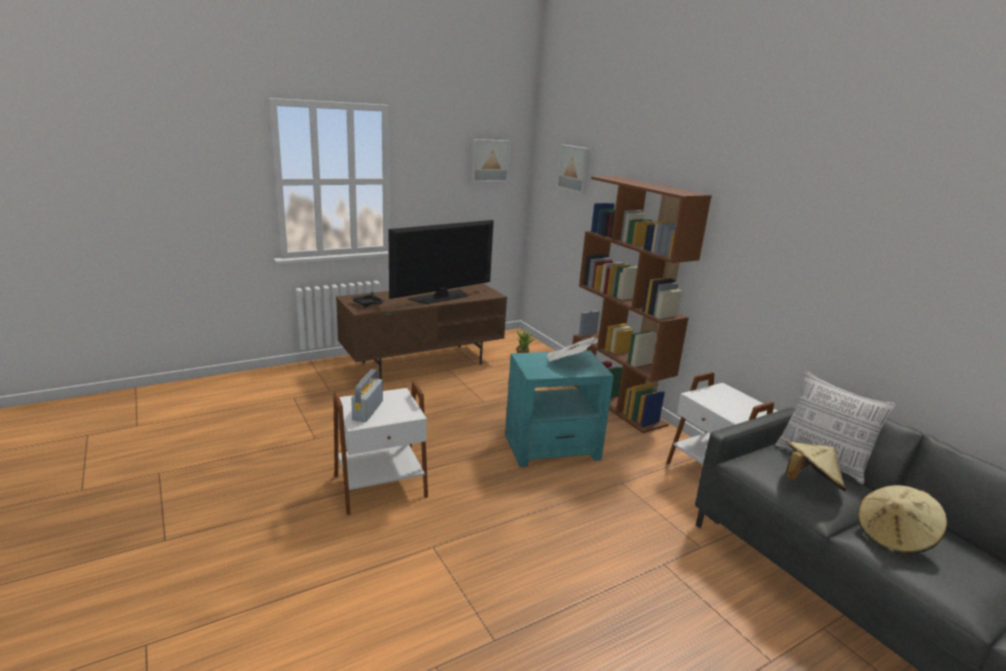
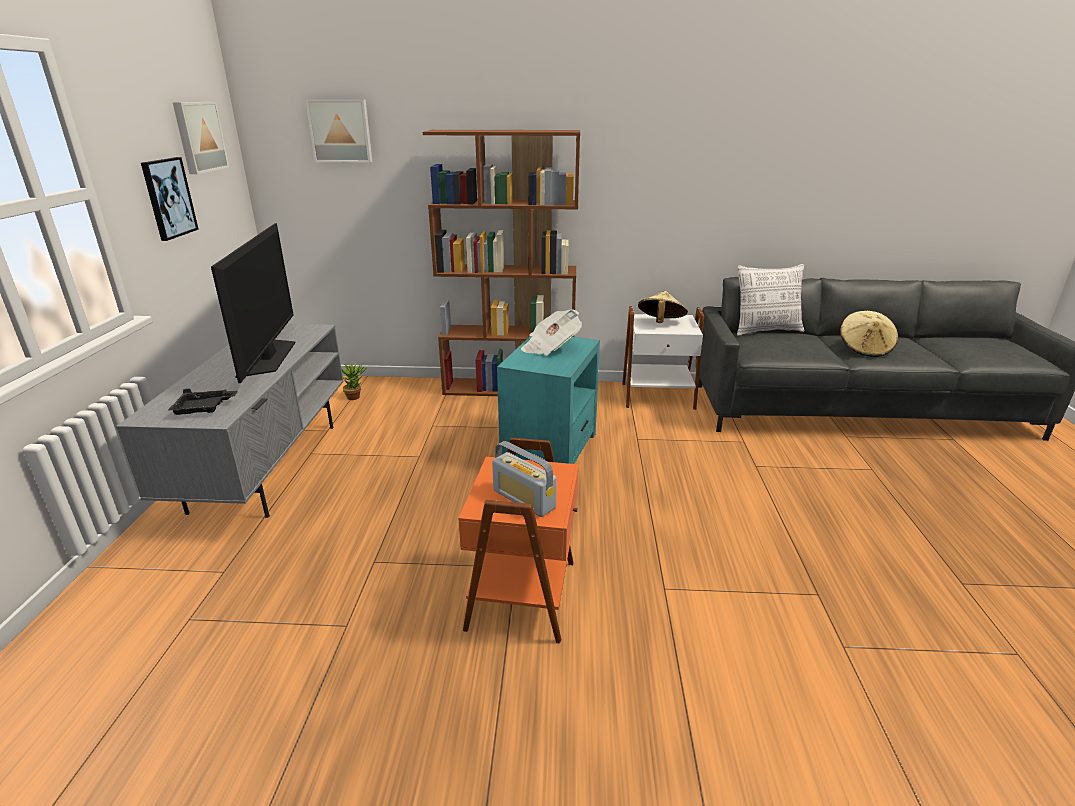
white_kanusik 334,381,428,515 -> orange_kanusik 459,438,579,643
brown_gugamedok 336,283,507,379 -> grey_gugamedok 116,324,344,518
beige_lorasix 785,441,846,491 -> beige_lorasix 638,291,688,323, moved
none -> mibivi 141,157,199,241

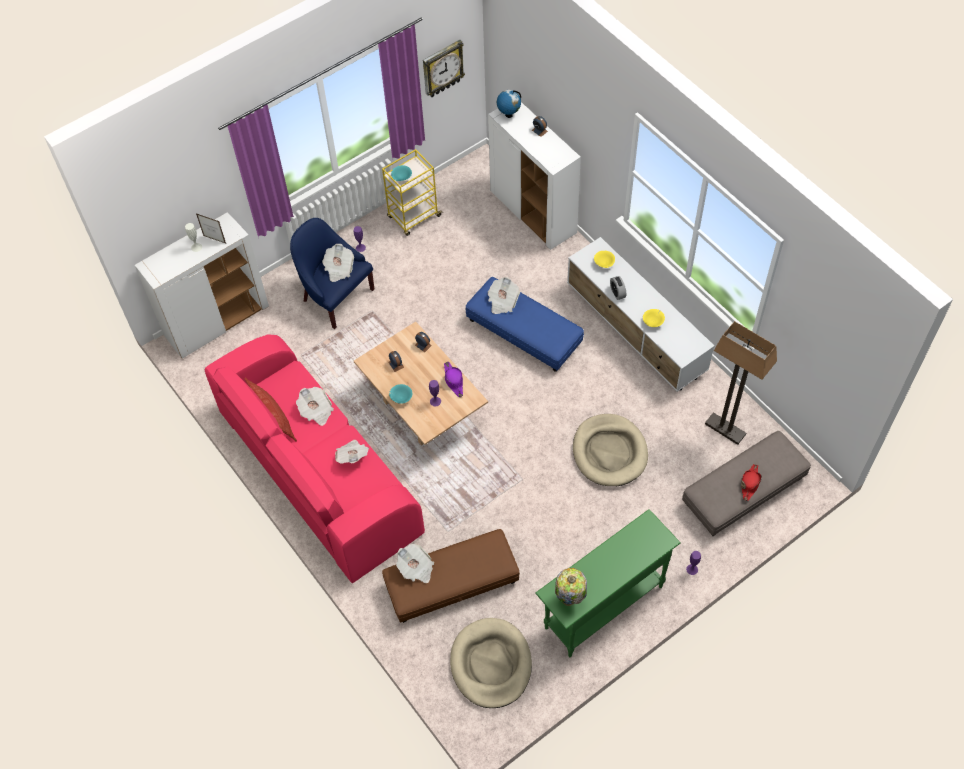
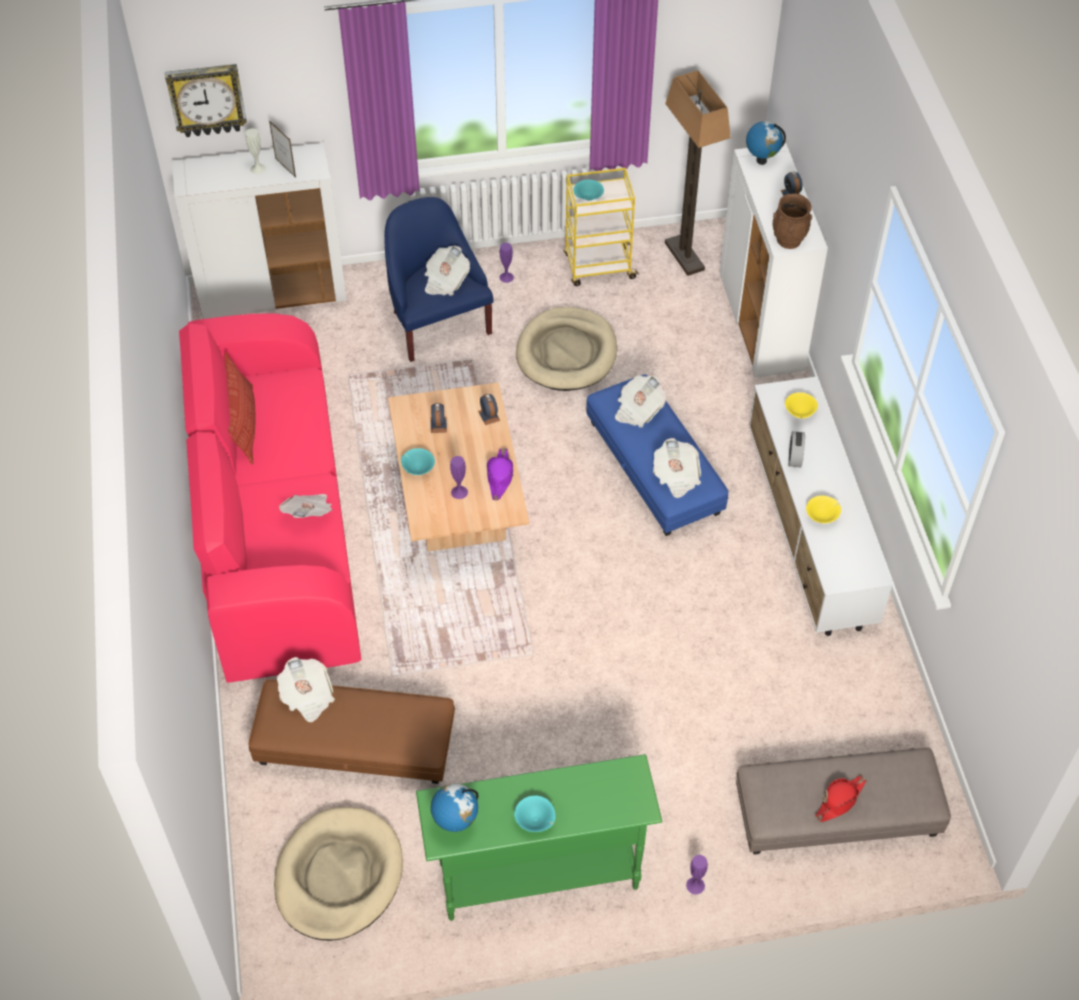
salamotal 296,387,334,426 -> salamotal 653,438,701,498, moved
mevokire 423,40,465,97 -> mevokire 165,64,247,137, moved
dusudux 555,568,587,606 -> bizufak 431,784,478,832
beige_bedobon 573,414,648,486 -> beige_bedobon 516,307,617,391, moved
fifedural 705,321,777,445 -> fifedural 665,70,731,276, moved
none -> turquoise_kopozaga 514,795,556,832
none -> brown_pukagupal 772,194,812,249

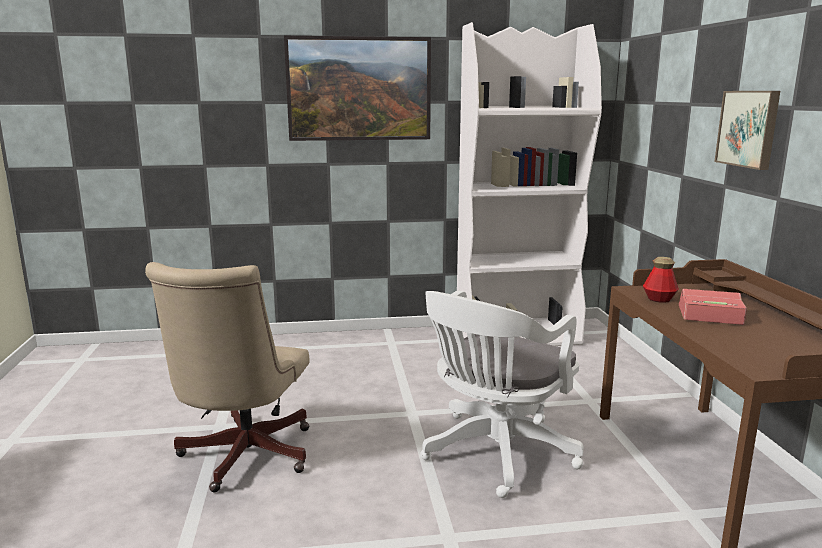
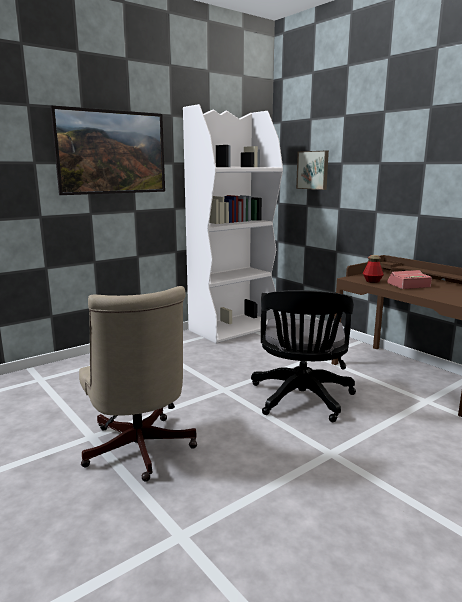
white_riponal 420,290,584,498 -> black_riponal 251,290,356,422
mibivi 714,91,780,170 -> mibivi 296,151,329,190, moved

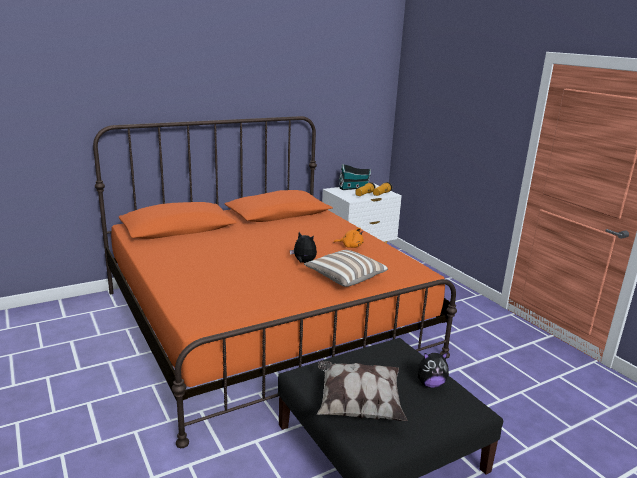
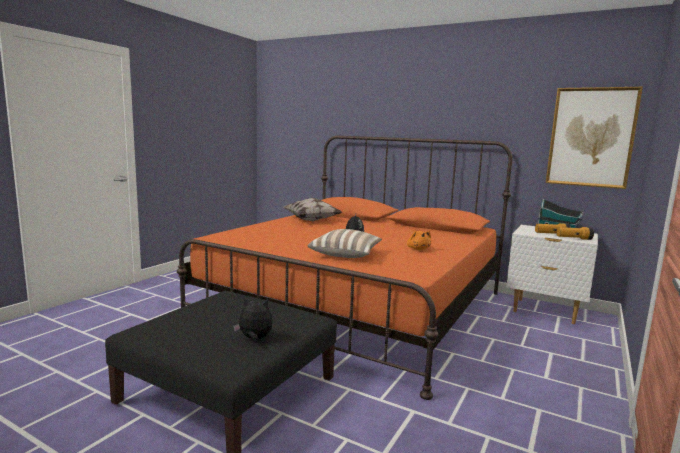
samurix 317,361,408,421 -> samurix 283,198,342,222, moved
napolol 418,352,449,388 -> napolol 233,297,273,340, 135 degrees clockwise
none -> mibivi 546,87,643,189

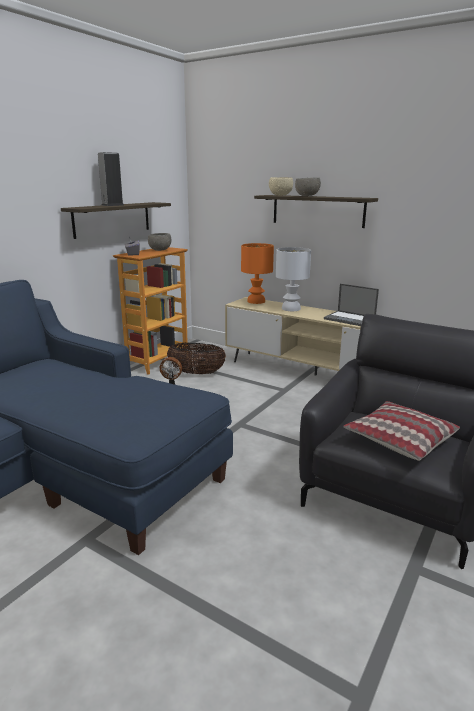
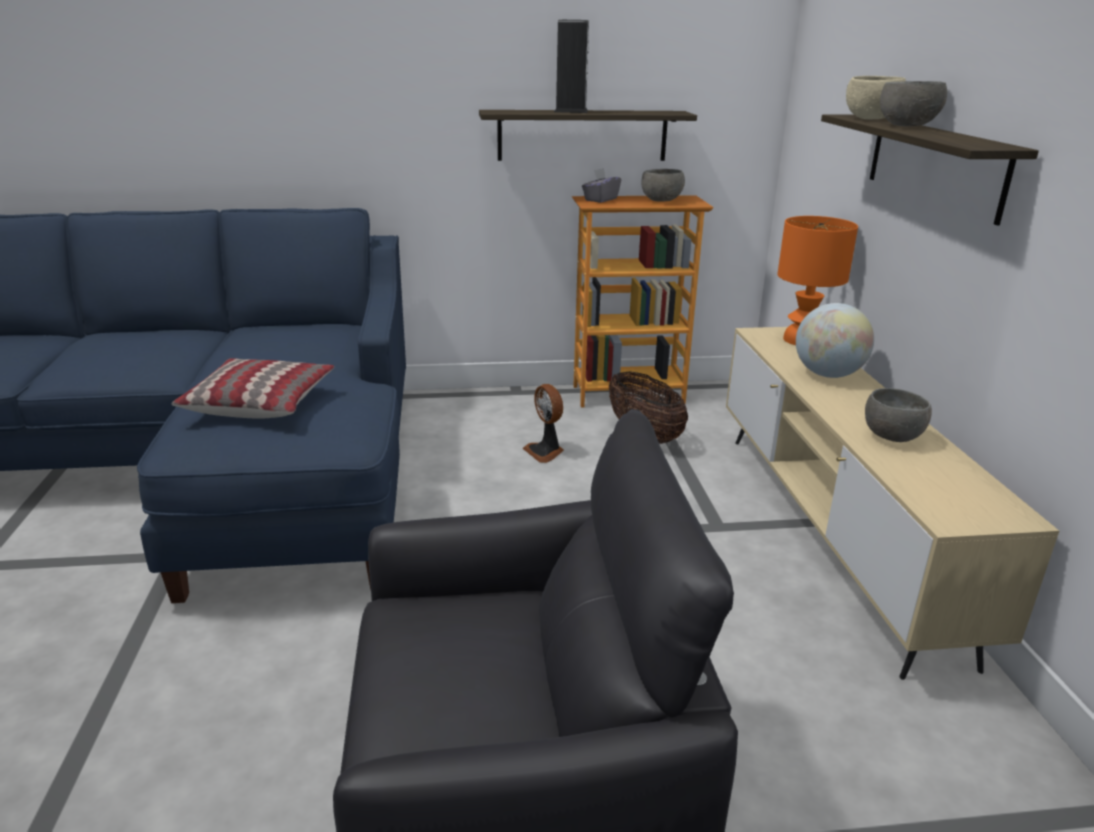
white_dusudux 276,247,311,311 -> bizufak 796,303,874,378
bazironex 324,284,379,326 -> grey_kopozaga 865,388,932,442
samurix 343,401,460,461 -> samurix 171,358,334,419, moved

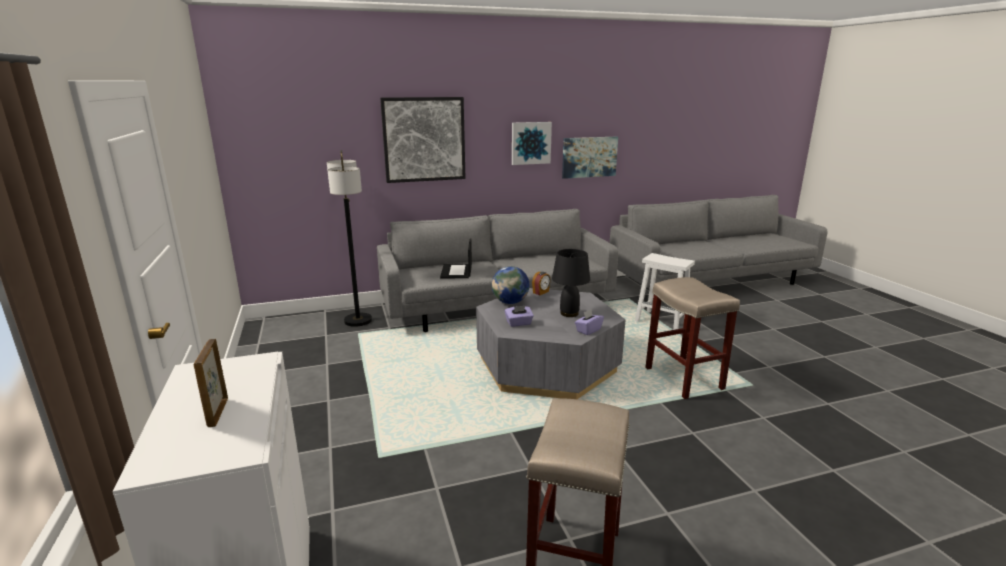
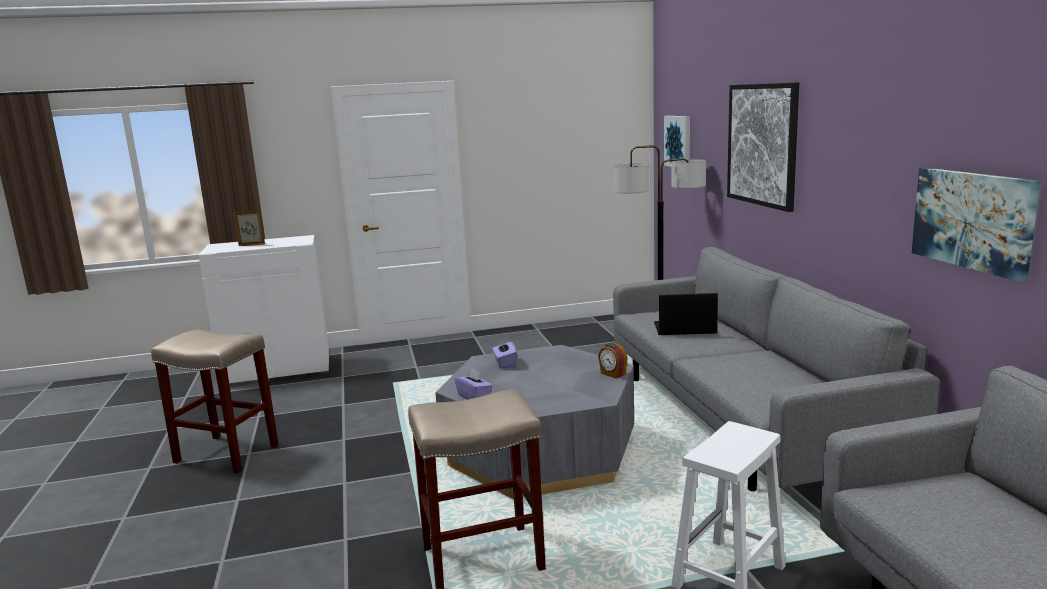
bizufak 492,266,529,304 -> none
mibivi 512,122,552,165 -> mibivi 664,116,690,167, moved
black_dusudux 552,249,590,317 -> none

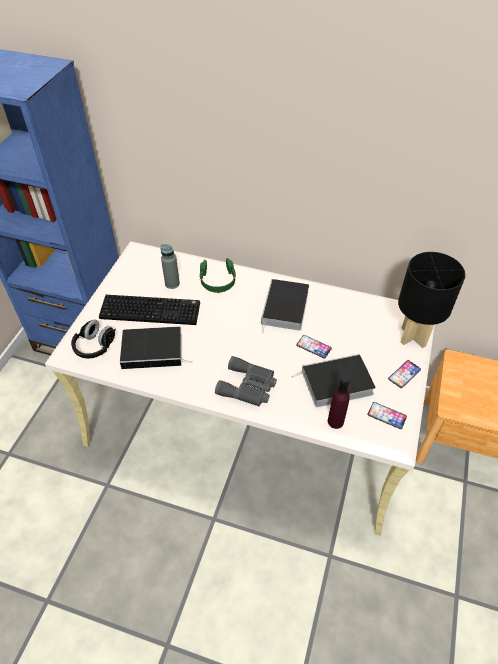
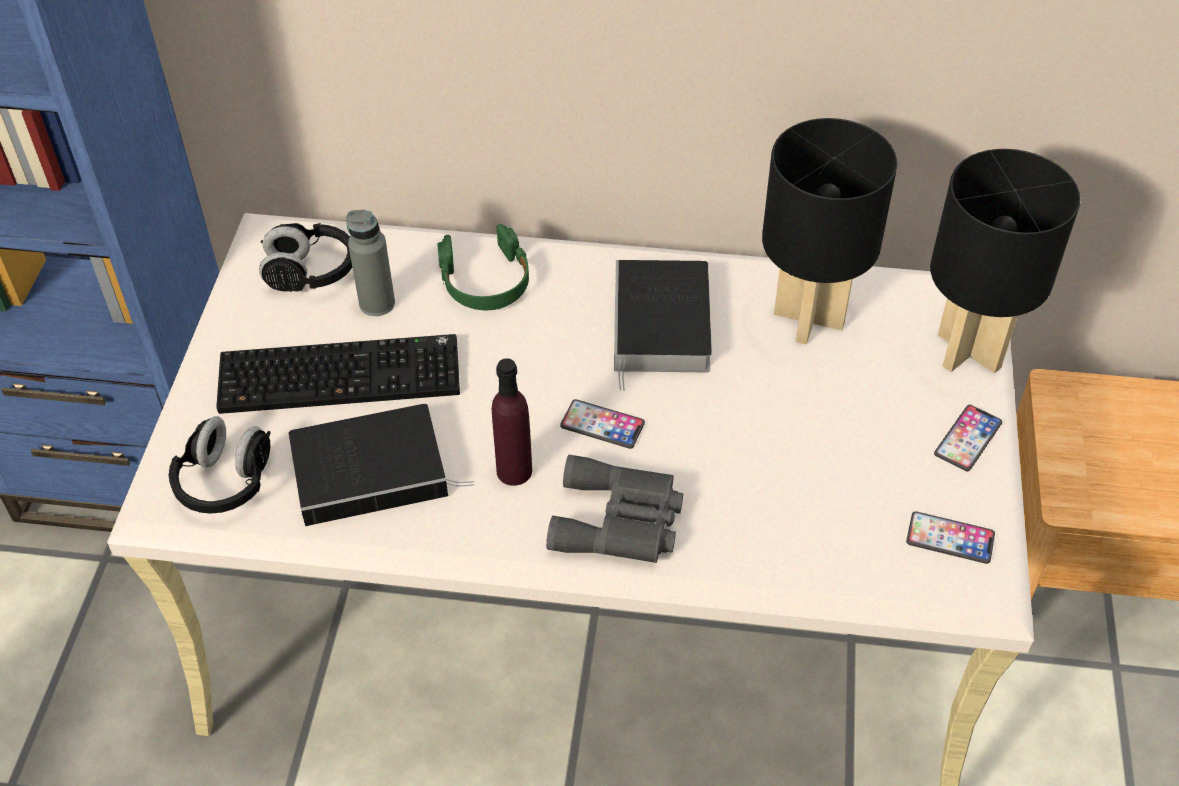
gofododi 292,354,376,407 -> none
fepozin 296,335,332,359 -> fepozin 560,399,645,449, moved
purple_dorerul 328,376,350,429 -> purple_dorerul 492,358,532,486, moved
none -> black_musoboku 259,223,352,292
none -> black_dusudux 762,118,897,344

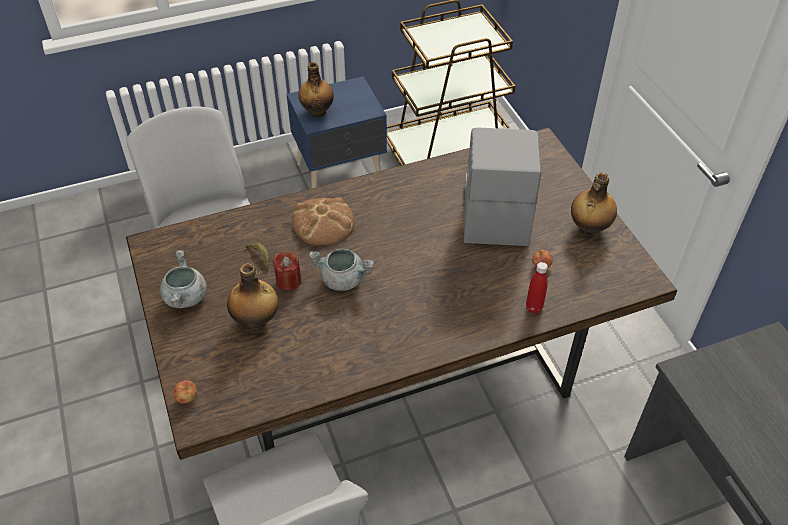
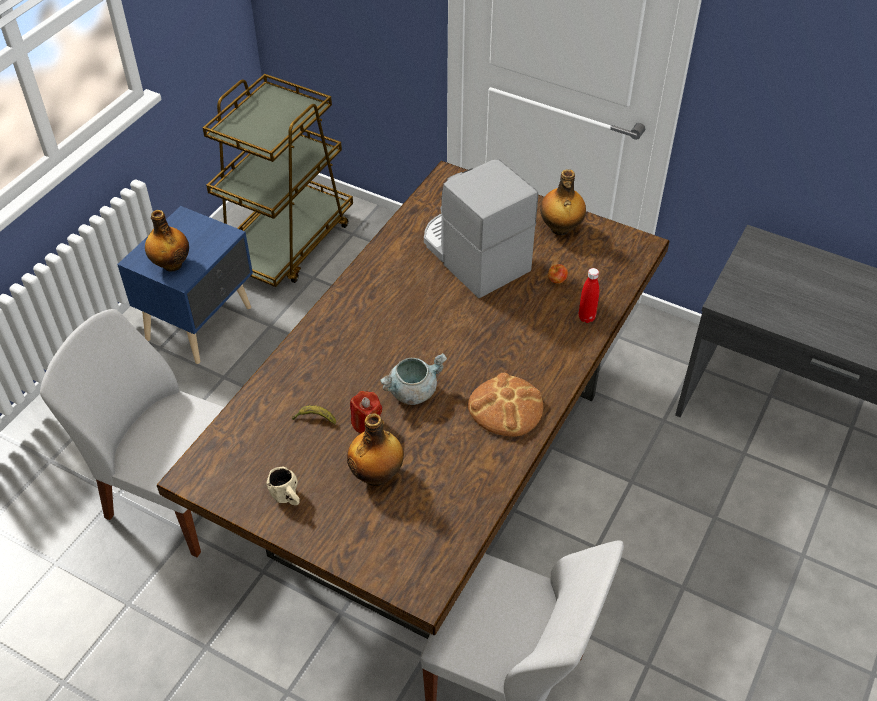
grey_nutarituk 160,250,207,308 -> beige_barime 267,466,300,505
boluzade 173,380,197,404 -> none
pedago 292,197,355,245 -> pedago 468,373,543,437, moved

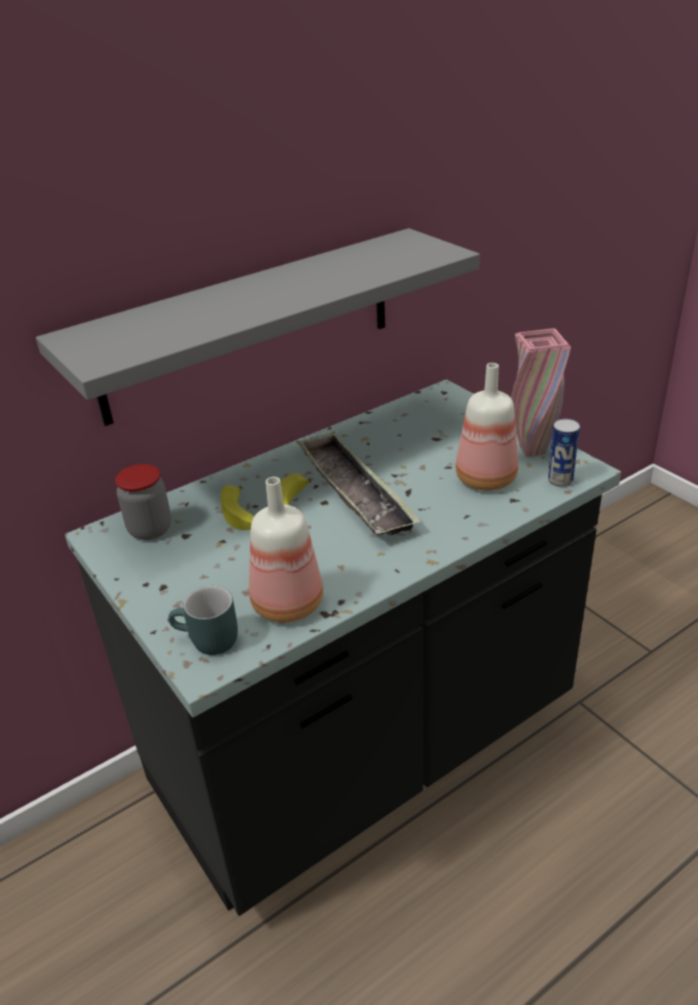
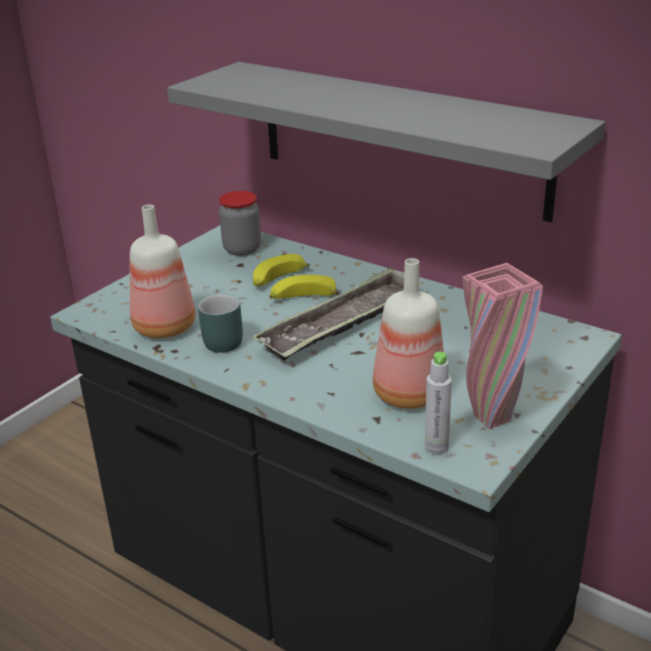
turquoise_barime 168,586,238,655 -> turquoise_barime 198,294,243,353, moved
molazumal 548,419,580,487 -> grey_dorerul 425,352,452,454

